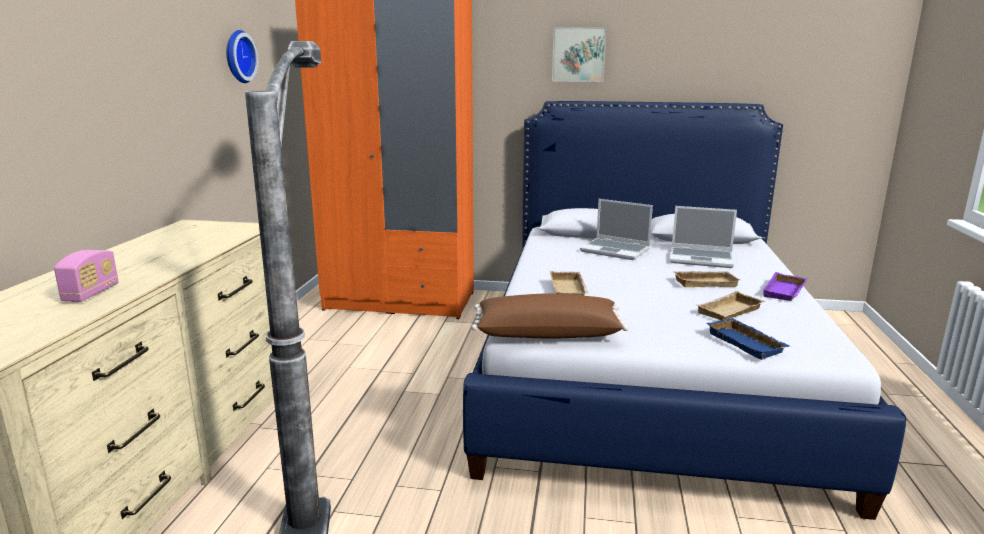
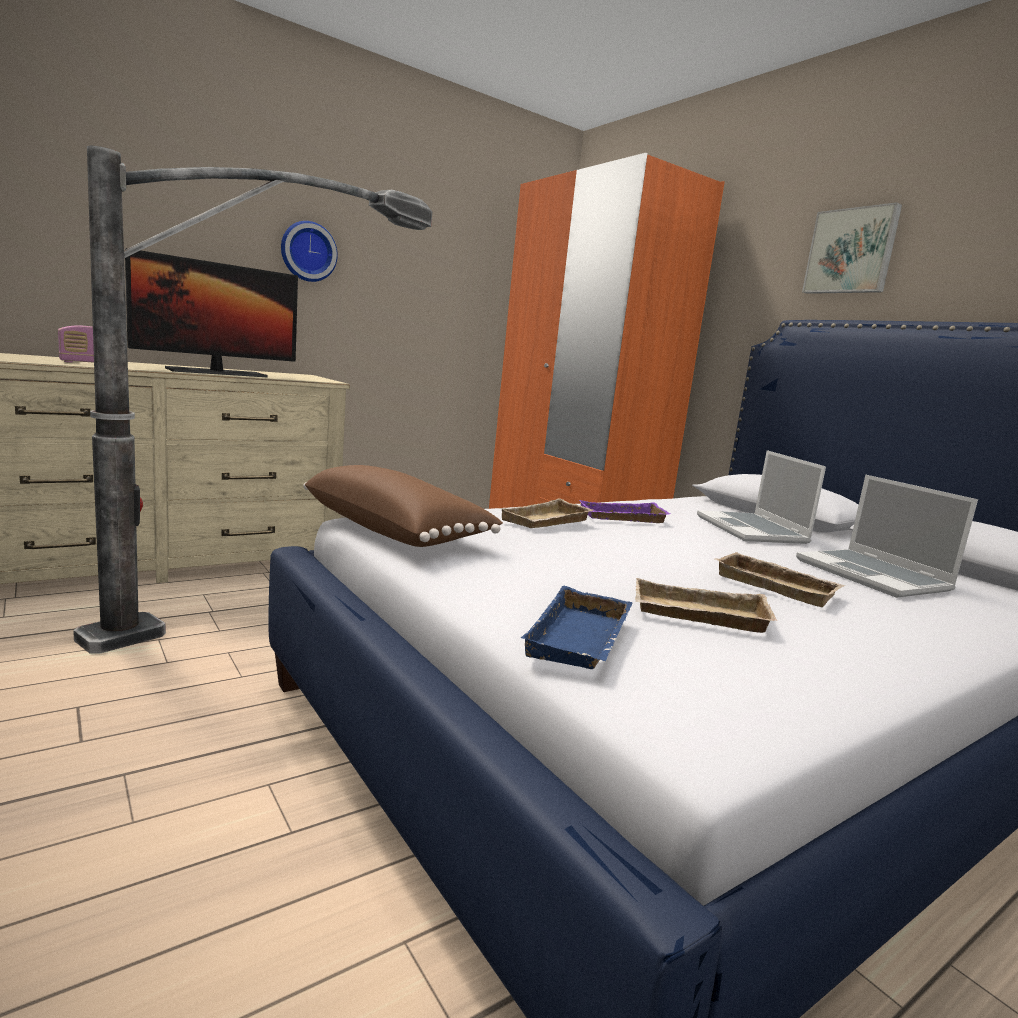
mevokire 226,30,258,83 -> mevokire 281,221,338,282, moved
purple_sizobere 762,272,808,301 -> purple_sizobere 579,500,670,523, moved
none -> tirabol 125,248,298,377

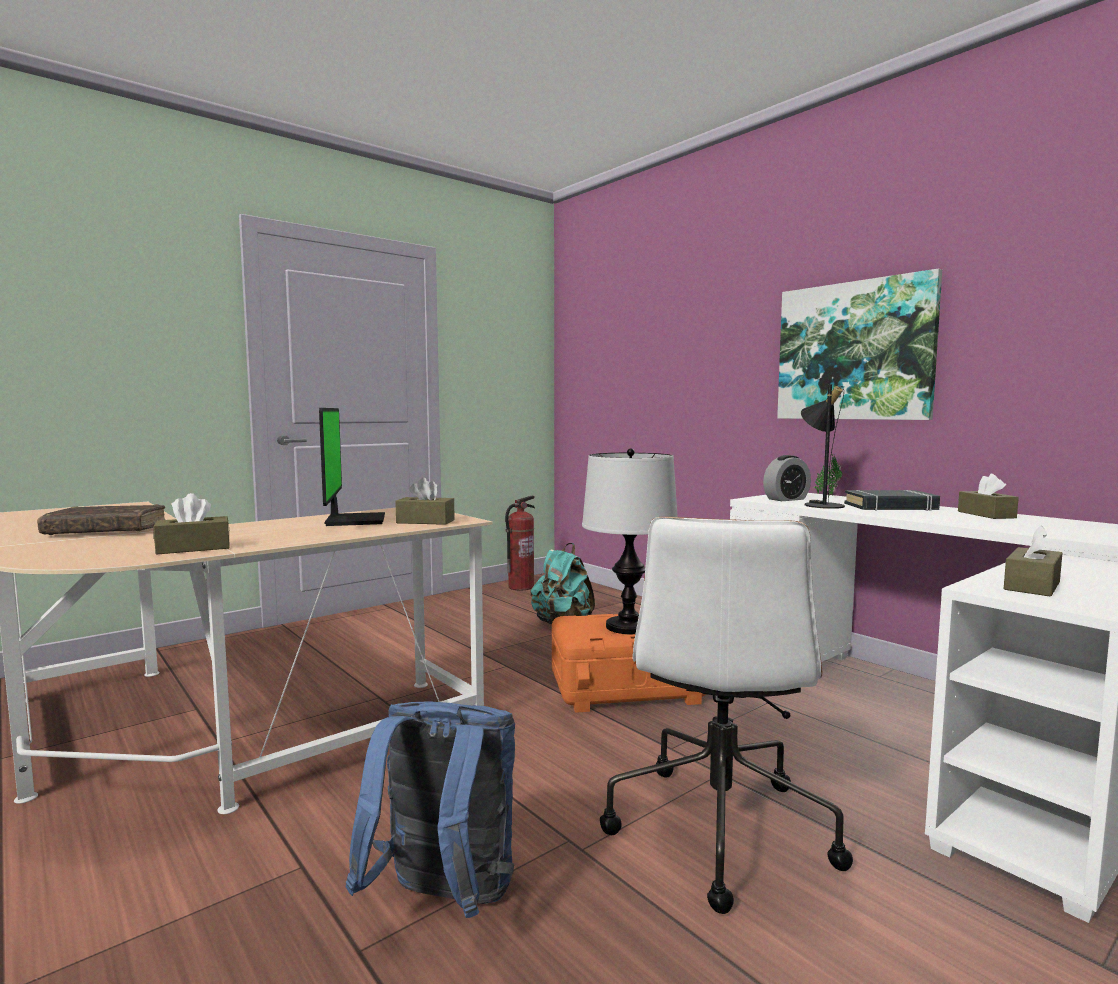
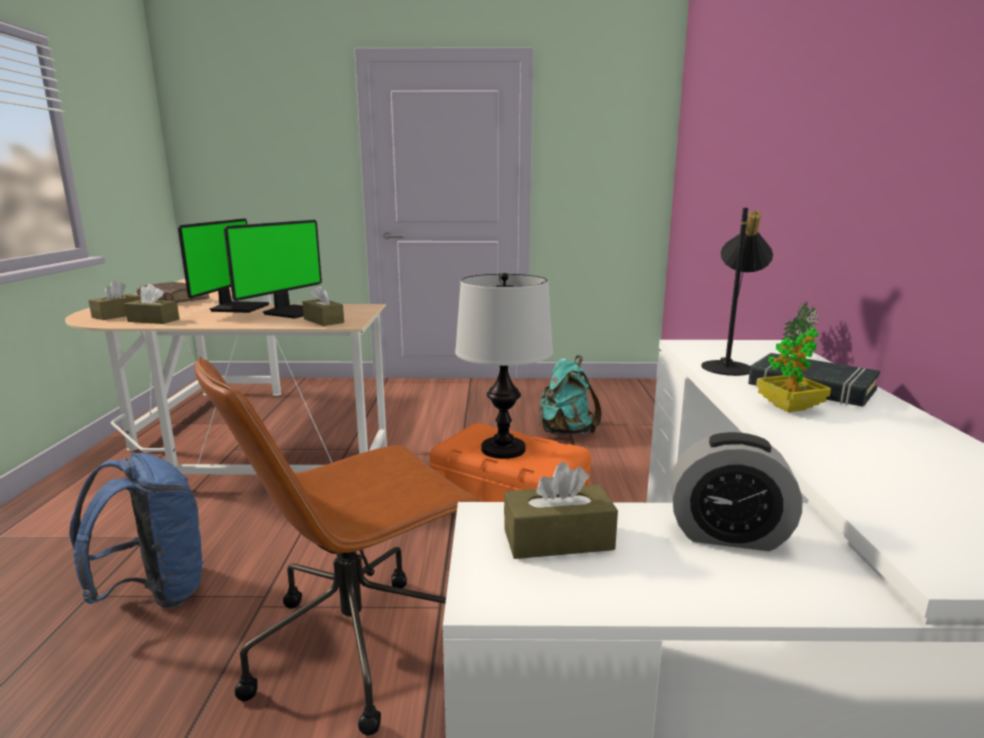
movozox 505,496,535,591 -> none
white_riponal 600,517,853,914 -> brown_riponal 195,356,480,736
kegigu 763,455,811,501 -> kegigu 671,432,802,551, moved
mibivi 777,268,942,420 -> none
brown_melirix 958,474,1019,519 -> brown_melirix 88,280,141,320, moved
none -> tirabol 178,219,270,313
none -> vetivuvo 756,328,831,412

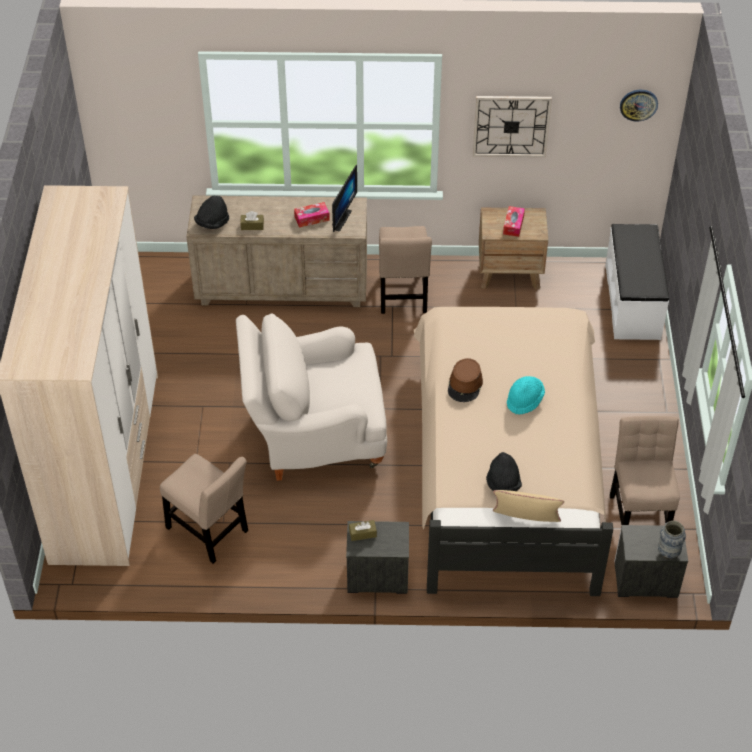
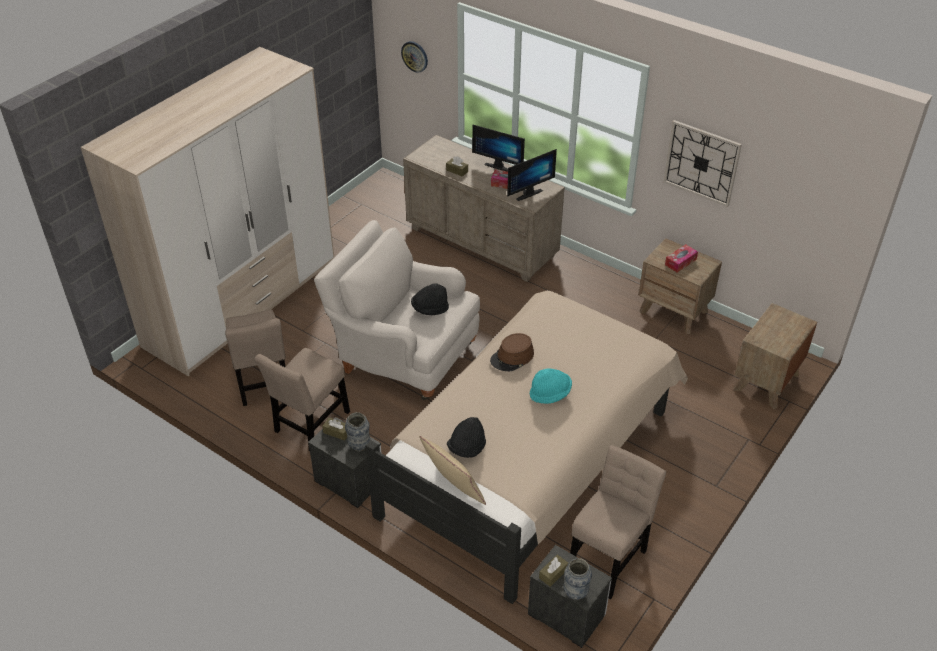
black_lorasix 194,196,229,229 -> black_lorasix 411,283,449,315, moved
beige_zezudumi 379,226,432,314 -> beige_zezudumi 255,348,350,451, moved
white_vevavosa 605,224,669,340 -> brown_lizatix 733,303,817,409
mevokire 620,90,658,121 -> mevokire 401,41,428,73, moved
none -> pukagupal 345,412,370,451
none -> tirabol 472,124,525,172
none -> brown_melirix 539,555,568,587

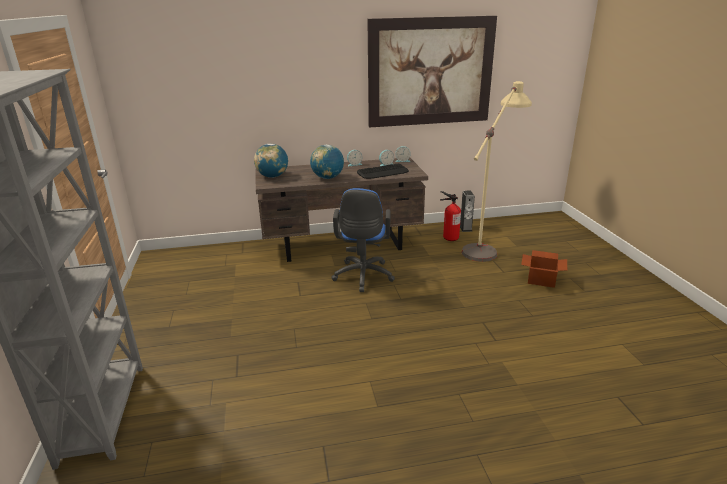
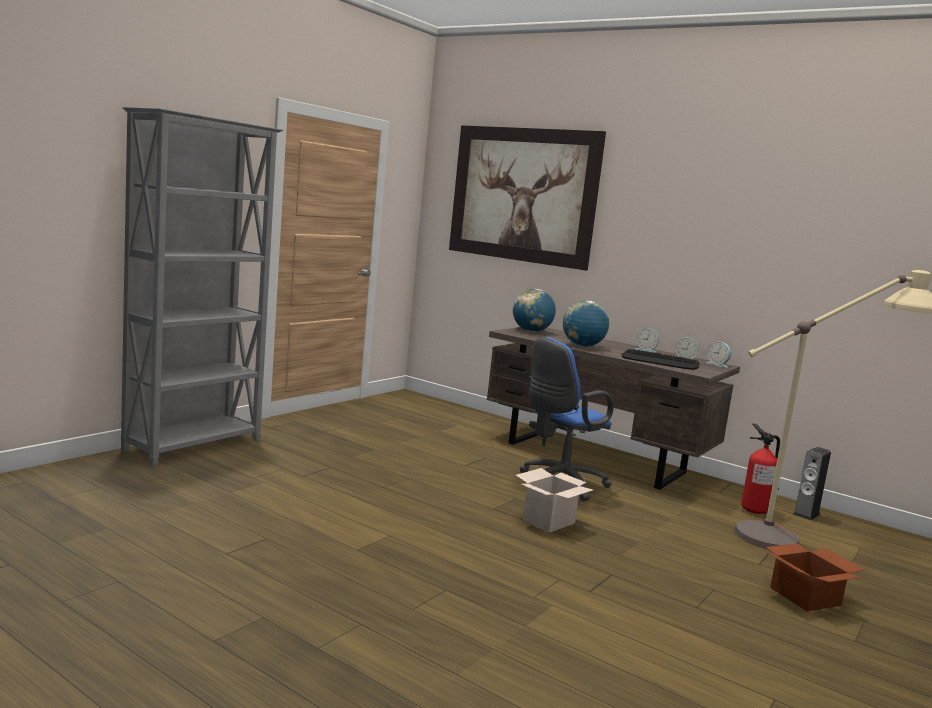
mibivi 368,16,497,128 -> mibivi 449,125,606,270, moved
none -> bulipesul 515,468,593,533

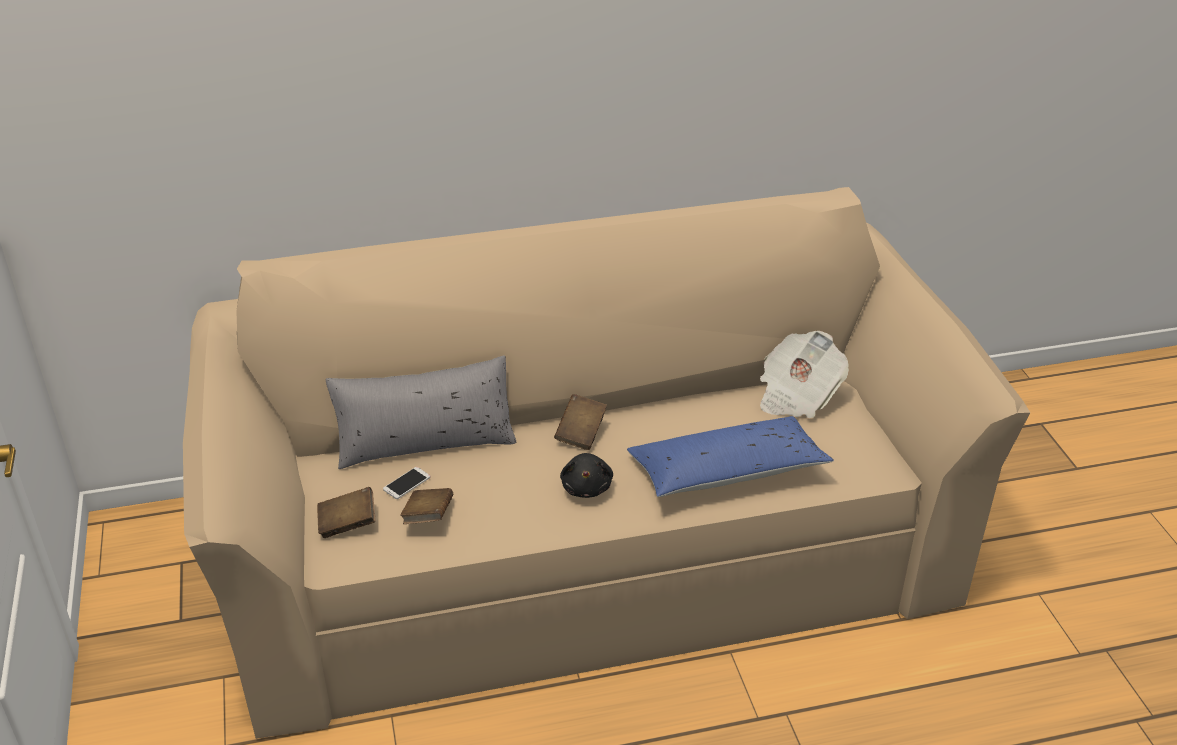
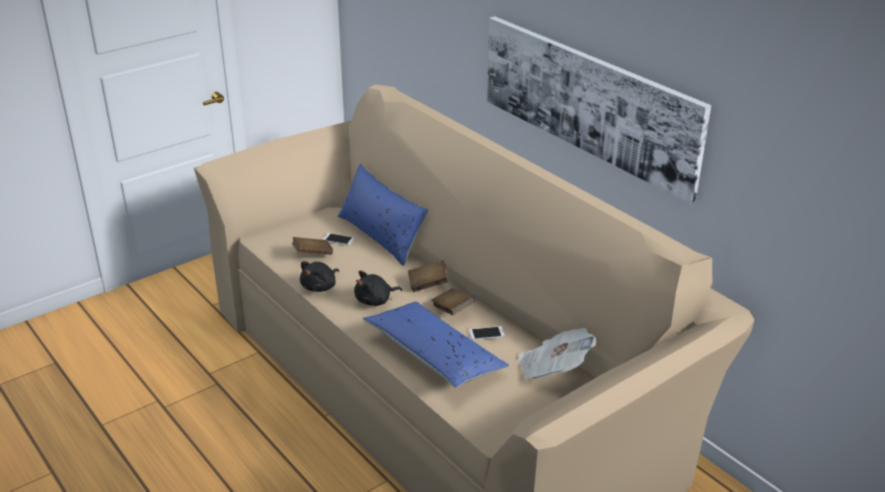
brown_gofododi 317,487,375,538 -> brown_gofododi 431,288,475,315, moved
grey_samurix 326,355,517,469 -> blue_samurix 338,164,429,266
none -> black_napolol 300,261,339,292
none -> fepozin 469,326,505,340
none -> mibivi 487,16,711,204

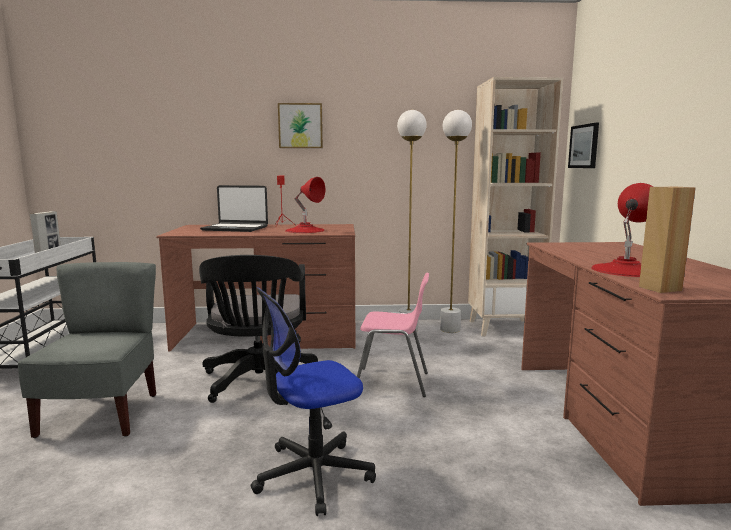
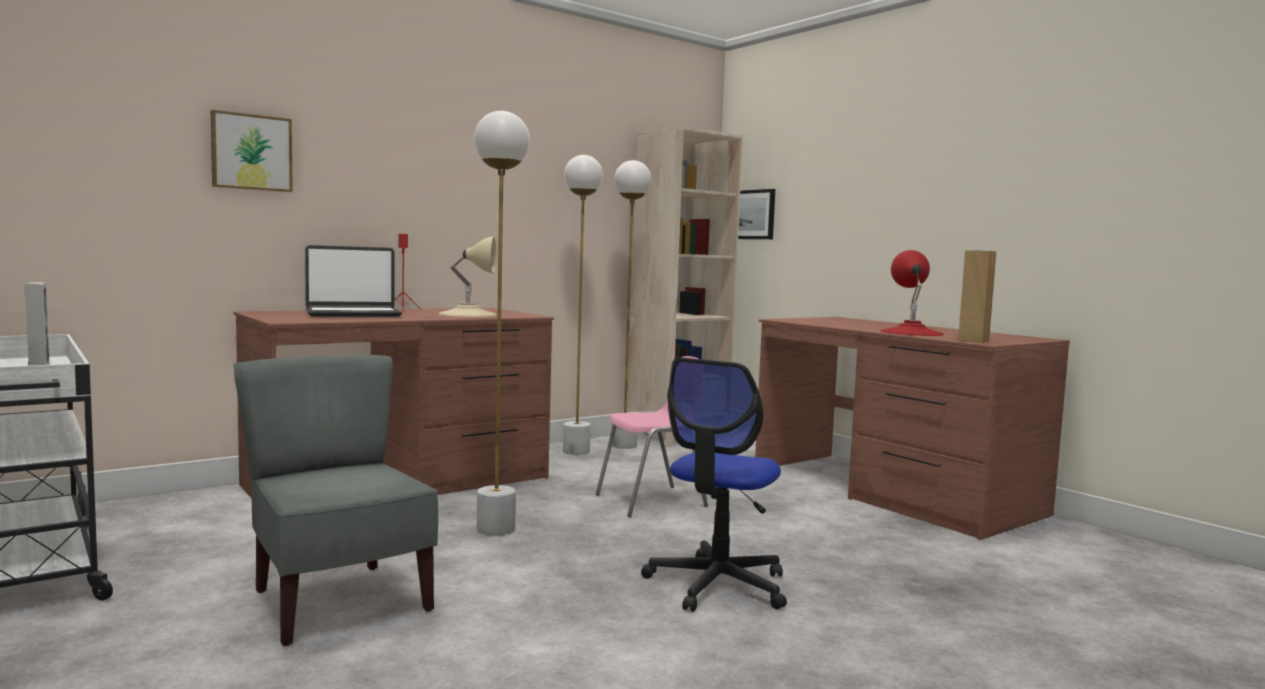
black_riponal 199,255,318,403 -> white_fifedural 474,111,530,536
mibivi 278,103,323,148 -> mibivi 211,110,293,192, moved
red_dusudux 286,177,326,233 -> beige_dusudux 439,237,496,317

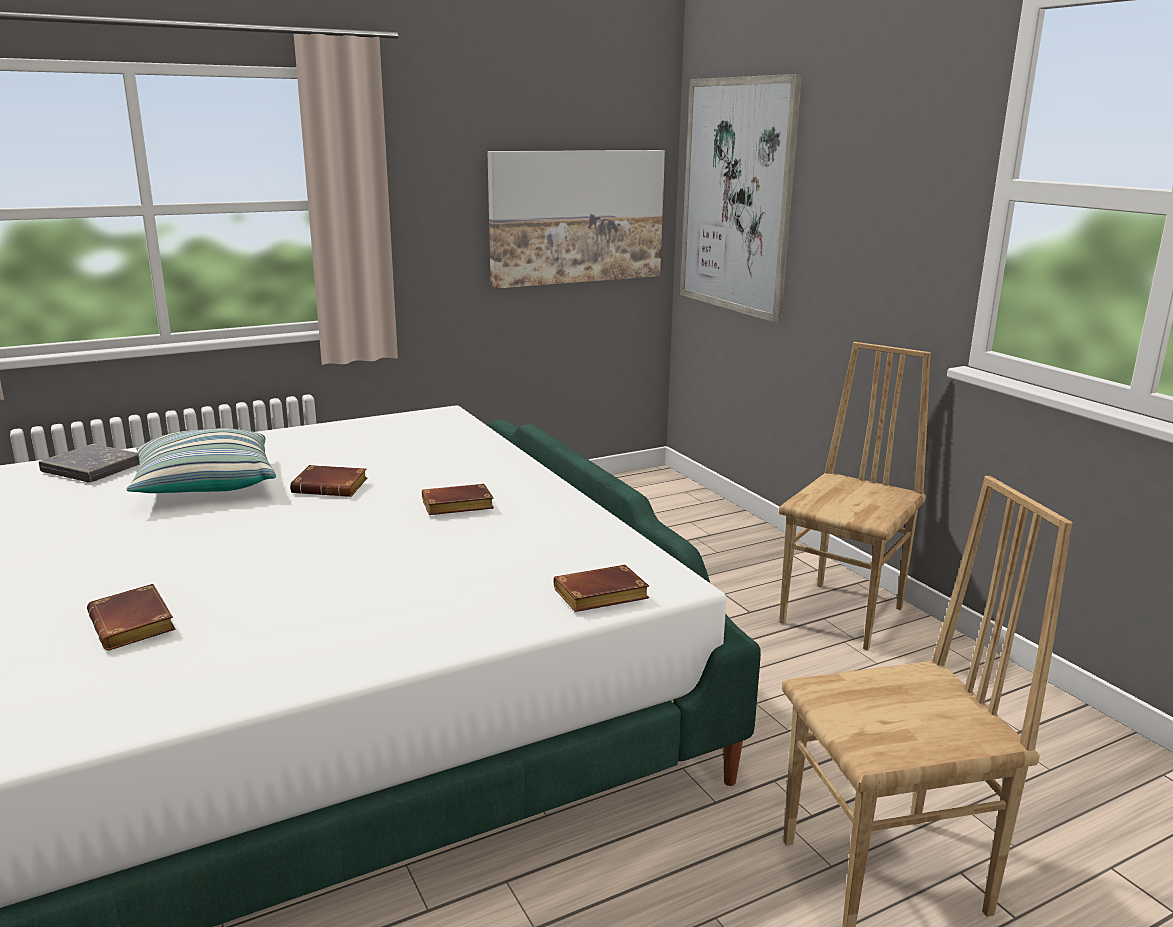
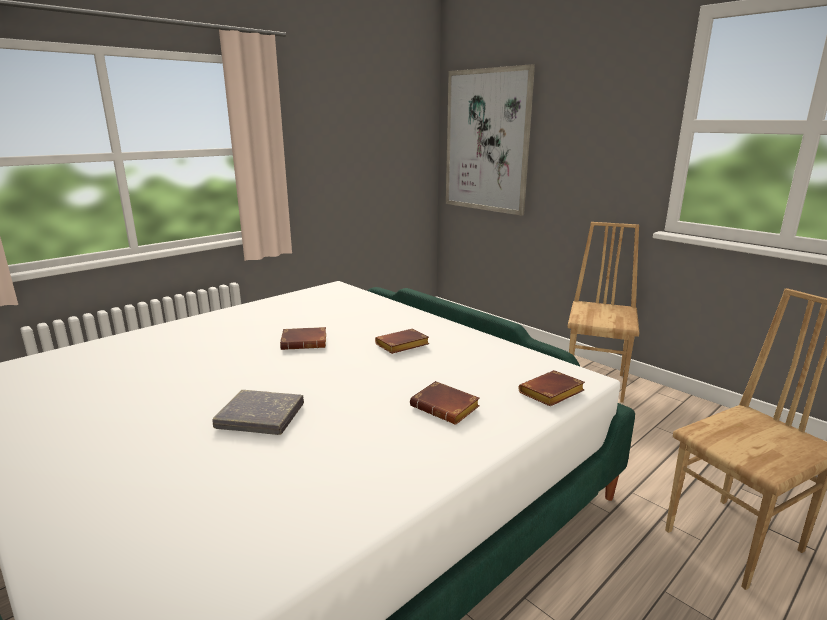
grey_gofododi 39,444,139,482 -> grey_gofododi 212,390,304,435, moved
brown_gofododi 87,584,175,650 -> brown_gofododi 410,381,480,425, moved
samurix 127,428,276,493 -> none
mibivi 487,150,665,289 -> none

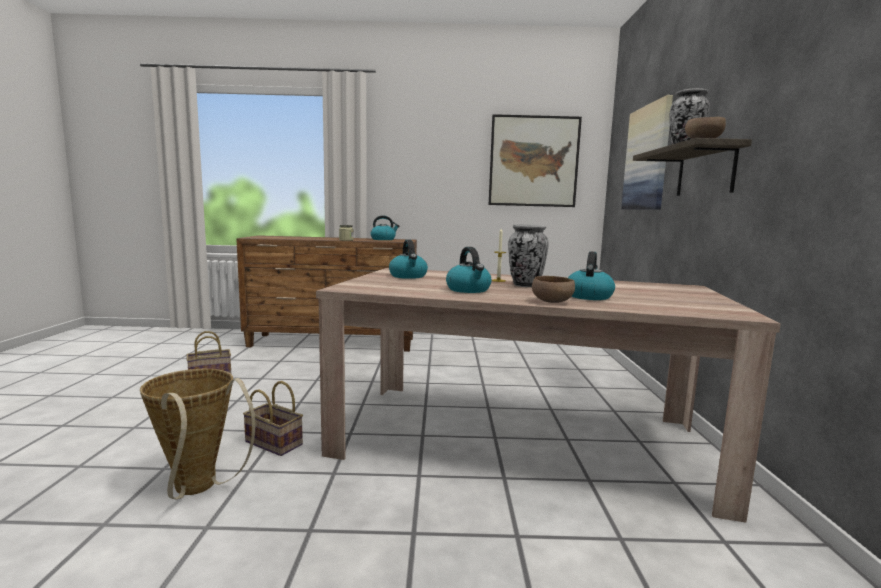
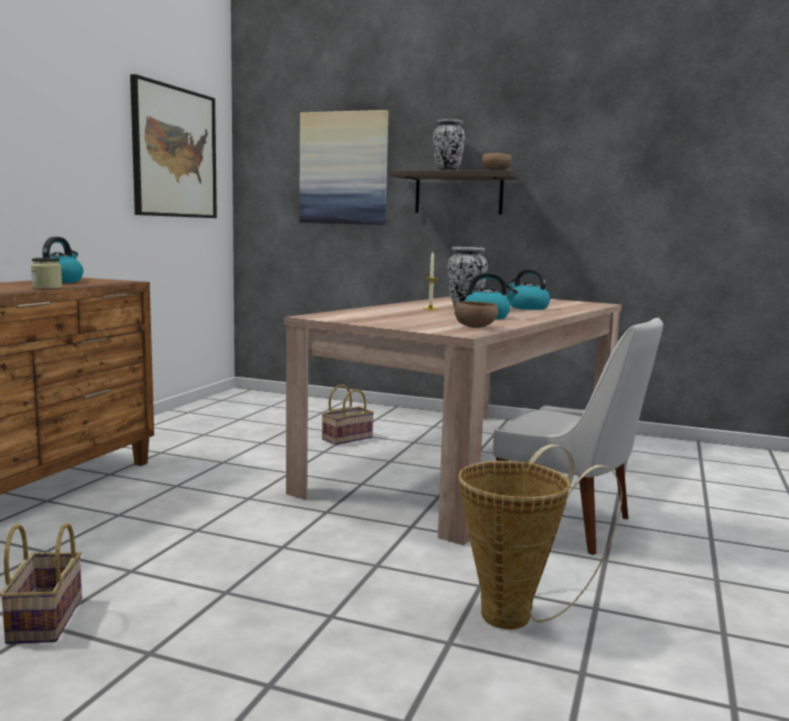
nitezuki 243,381,303,456 -> nitezuki 321,385,374,445, moved
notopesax 389,240,428,279 -> none
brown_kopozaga 532,276,575,303 -> brown_kopozaga 454,301,498,328, moved
none -> white_zezudumi 493,317,663,555

